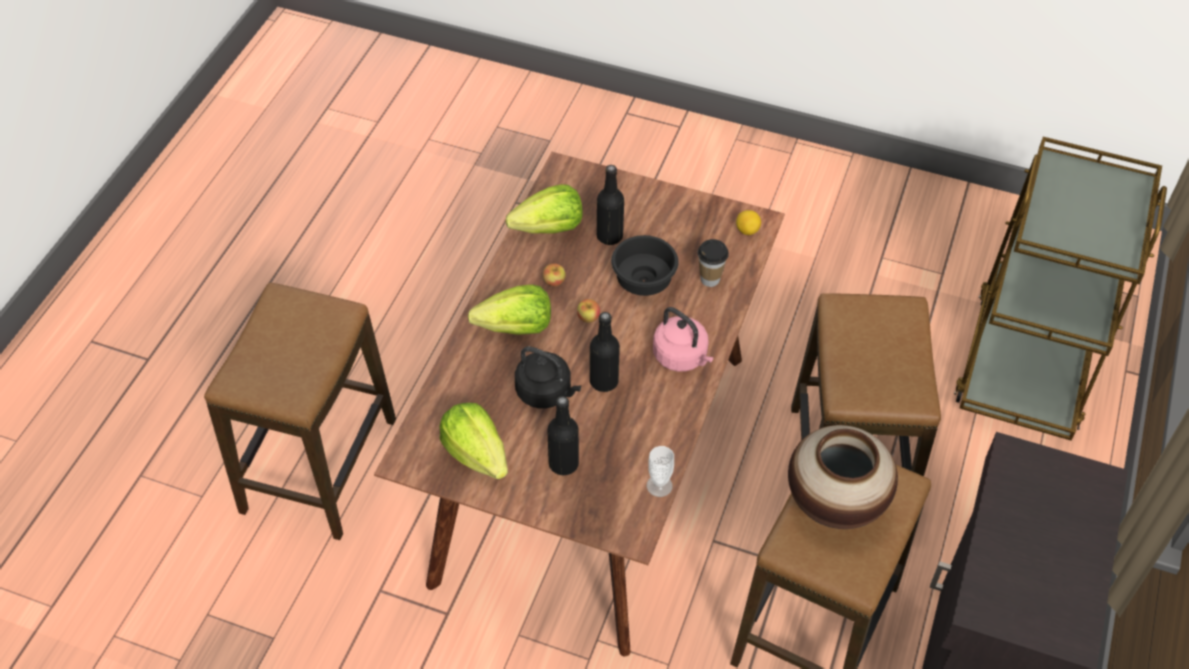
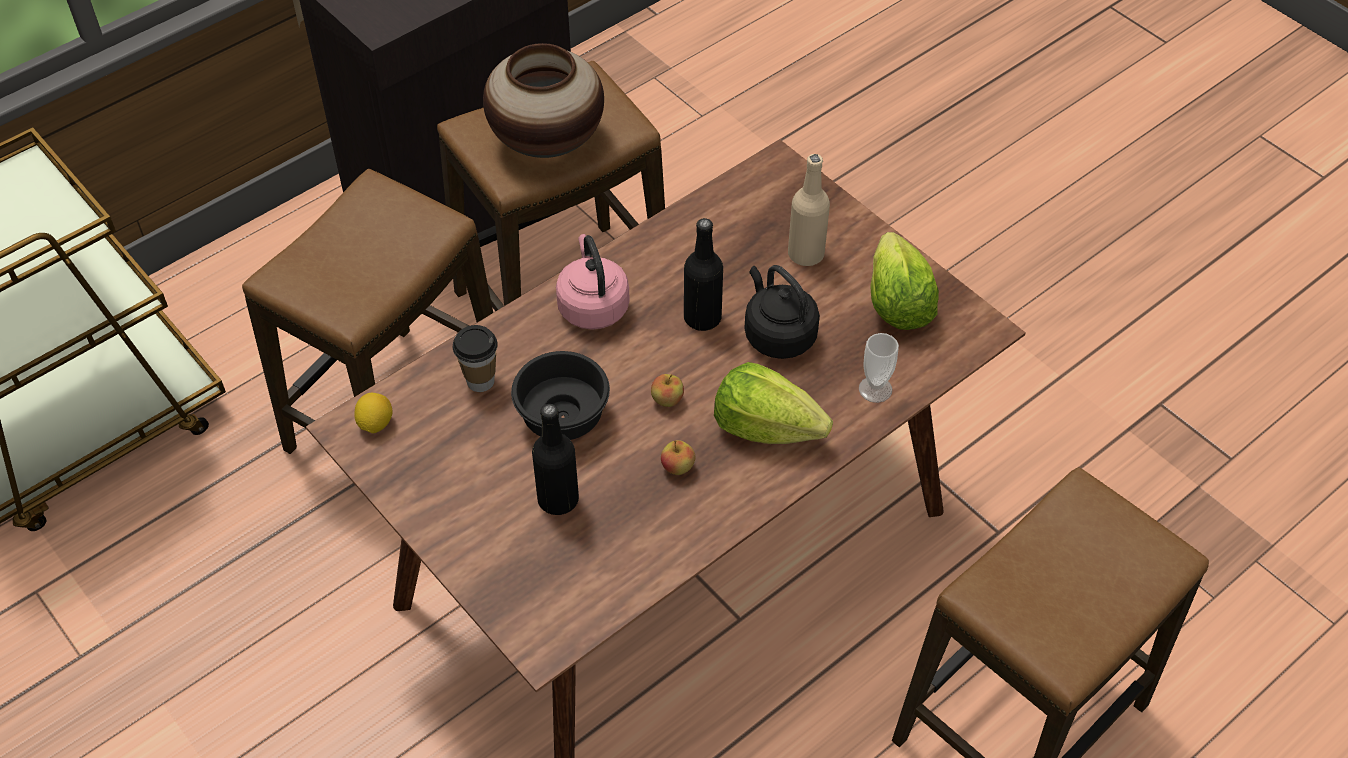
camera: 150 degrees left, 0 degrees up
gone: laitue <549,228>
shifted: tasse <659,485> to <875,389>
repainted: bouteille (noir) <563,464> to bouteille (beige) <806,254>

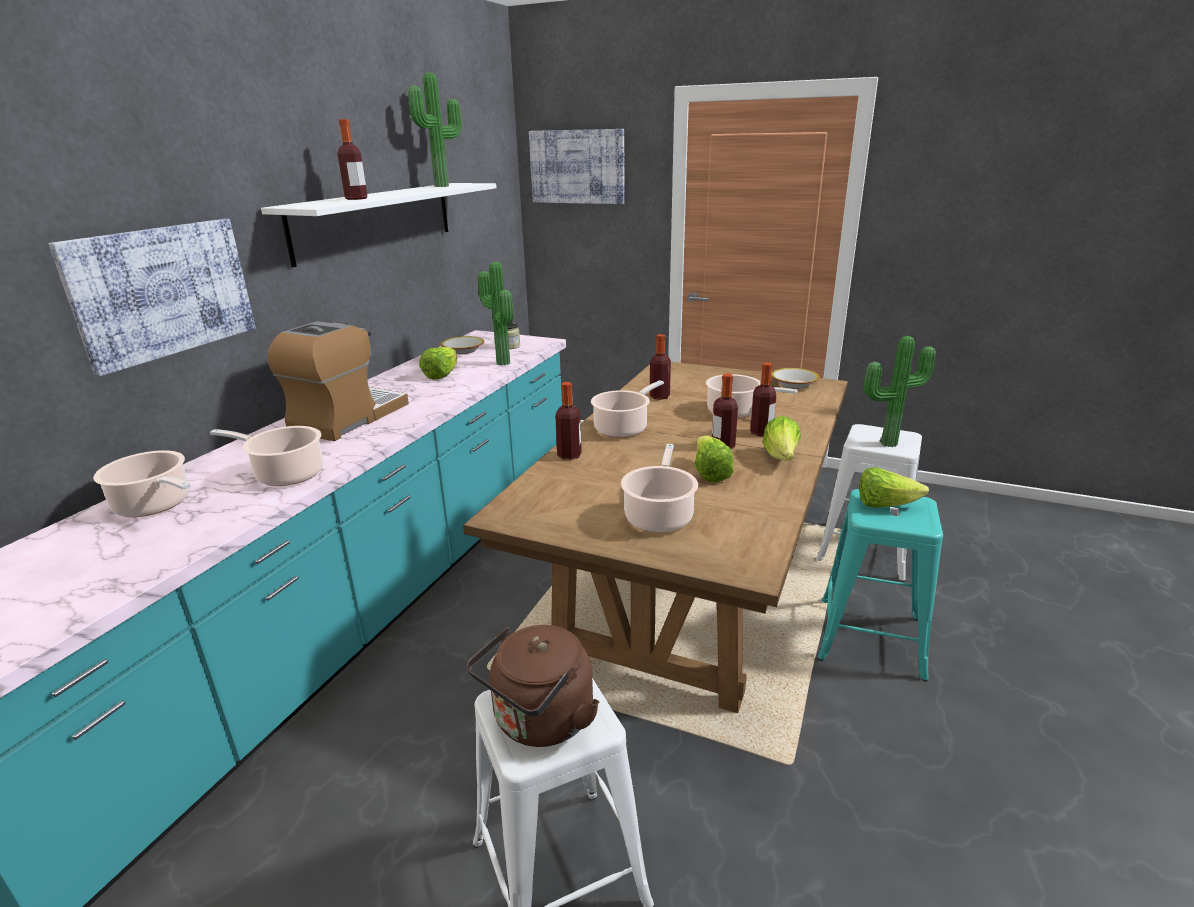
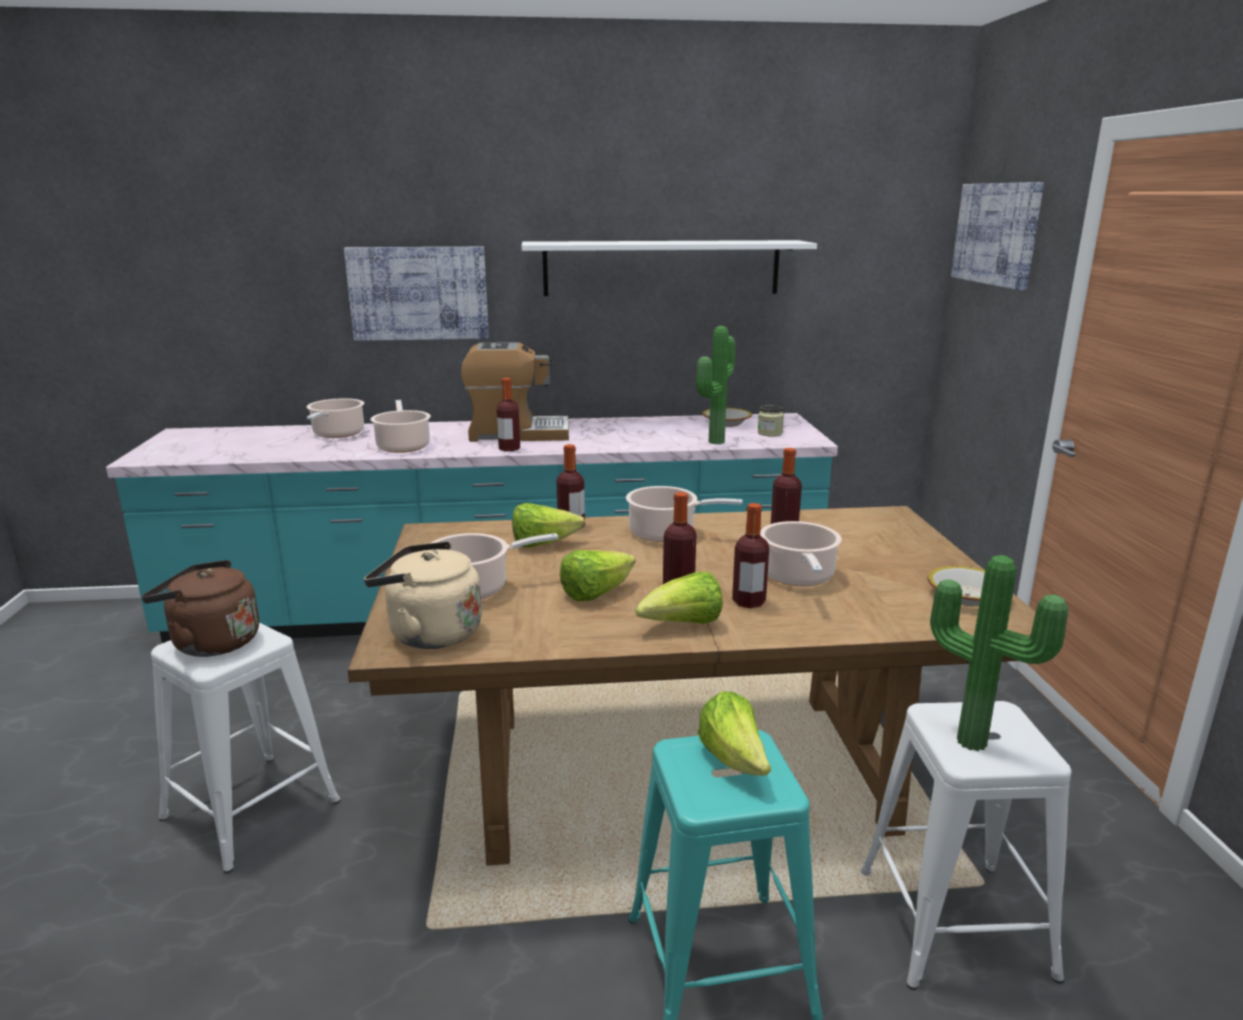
camera: 60 degrees right, 5 degrees down
gone: plante en pot <444,186>
new: bouilloire (beige) <429,633>
shifted: bouteille <356,198> to <509,448>; laitue <442,375> to <542,544>

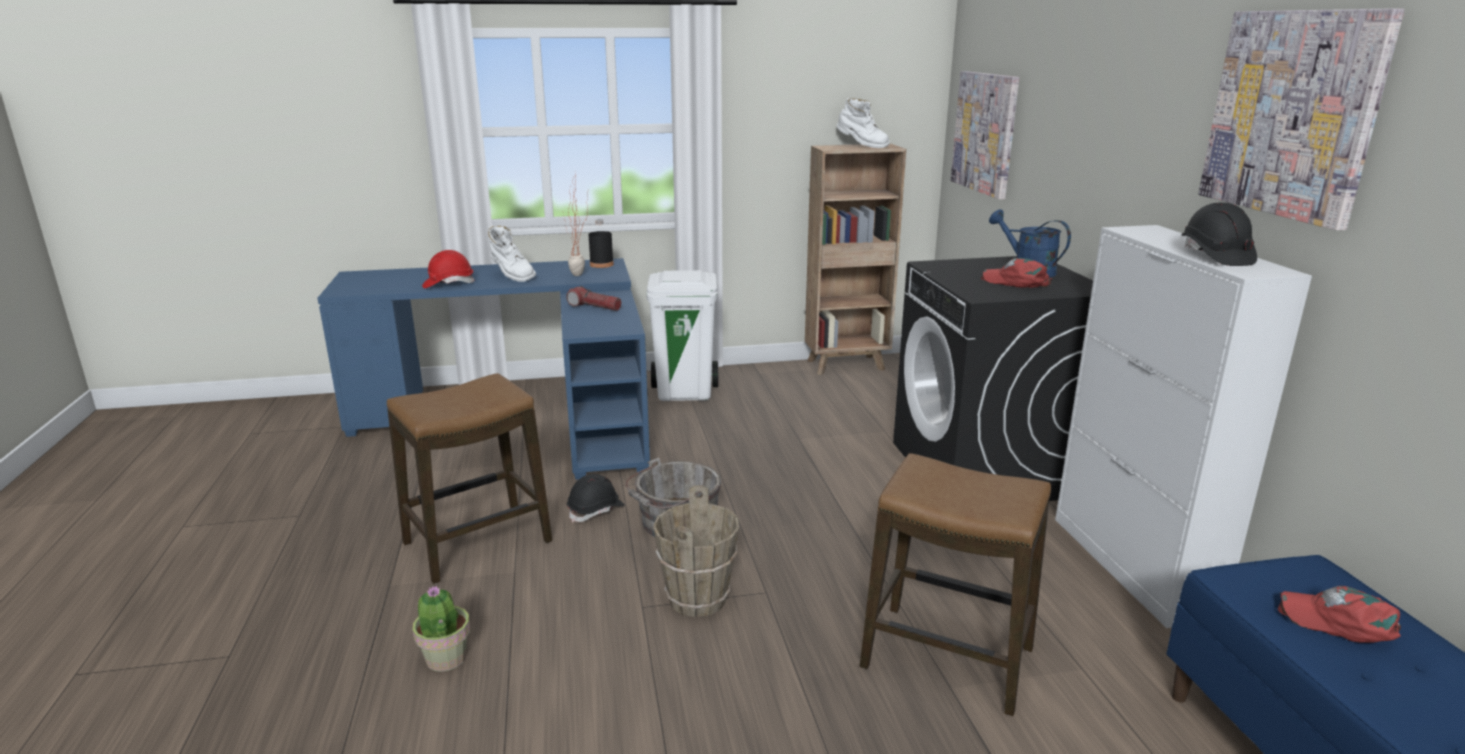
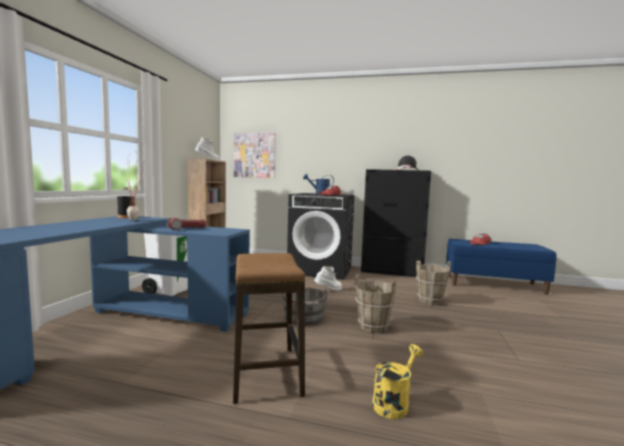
camera: 65 degrees left, 15 degrees down
gone: casque de chantier (rouge) <448,284>; casque de chantier (noir) <596,511>; tableau <1292,114>
shifted: botte (blanc) <511,276> to <328,290>
swapped: plante en pot <446,659> to arrosoir (jaune) <394,402>; tabouret <948,658> to seau (marron) <430,301>
repainted: meuble de rangement (blanc) <1132,566> to meuble de rangement (noir) <391,272>

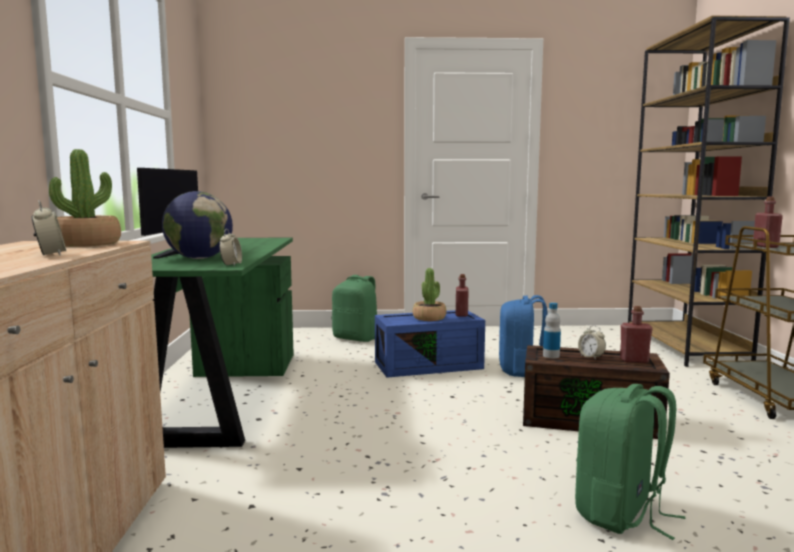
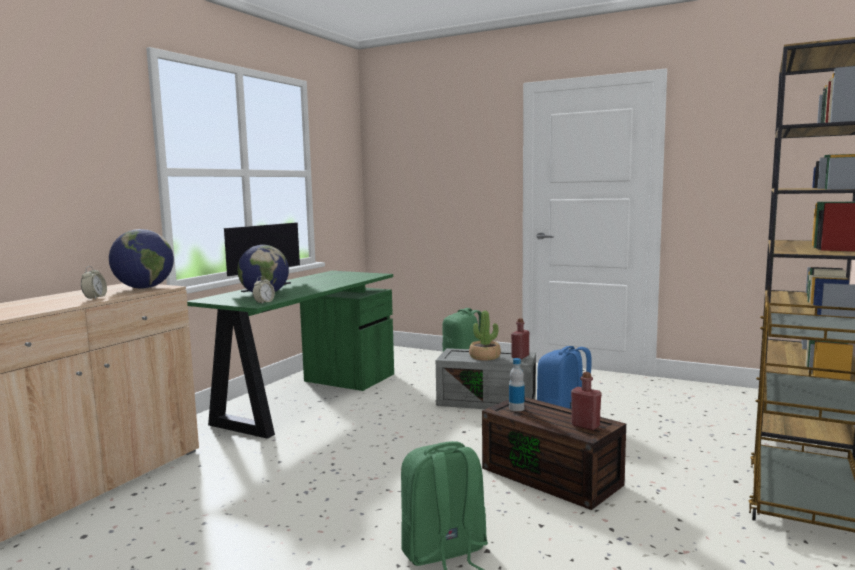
camera: 30 degrees right, 0 degrees up
gone: réveil <591,357>; bouteille (rouge) <765,246>
swapped: plante en pot <87,244> to globe <144,288>
repainted: boîte de rangement (bleu) <429,365> to boîte de rangement (gris) <488,400>

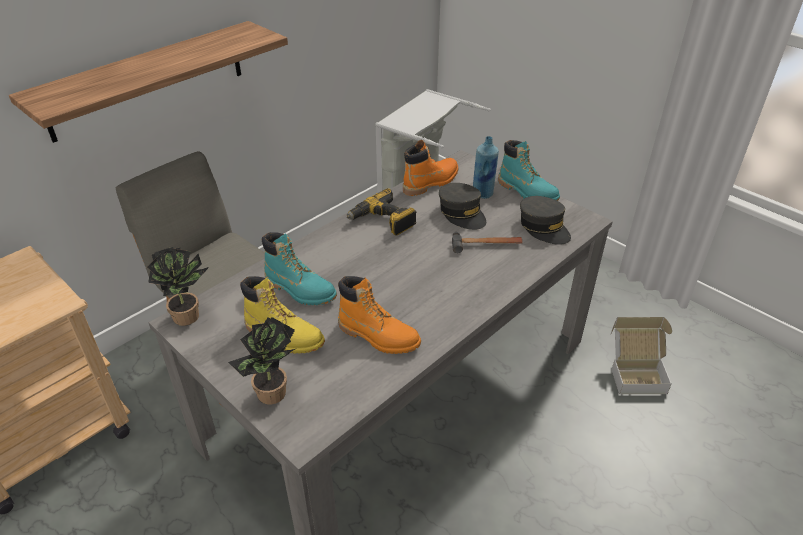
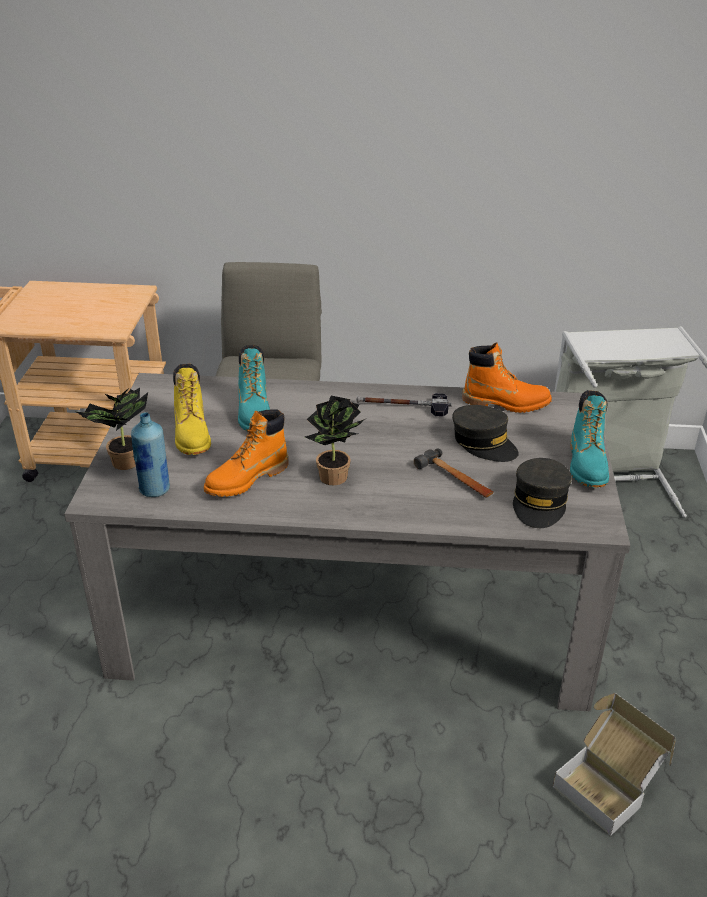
camera: 50 degrees right, 5 degrees down
gone: étagère <147,80>
shifted: bouteille (bleu) <483,194> to <155,489>; plante en pot <190,316> to <336,479>
swapped: perceuse <383,221> to marteau <403,407>
rotated: botte (orange) <378,336> = <247,479> 60 degrees clockwise; casquette (gris) <462,213> = <484,443> 60 degrees counterclockwise

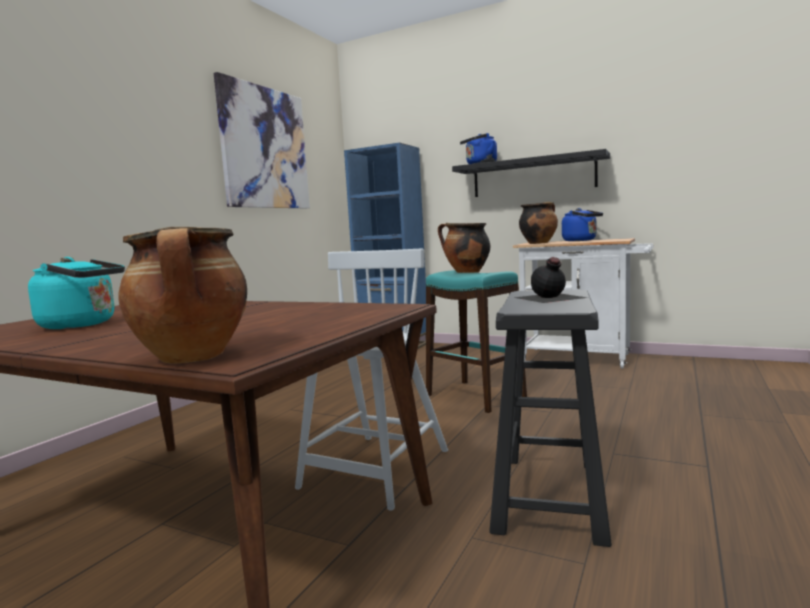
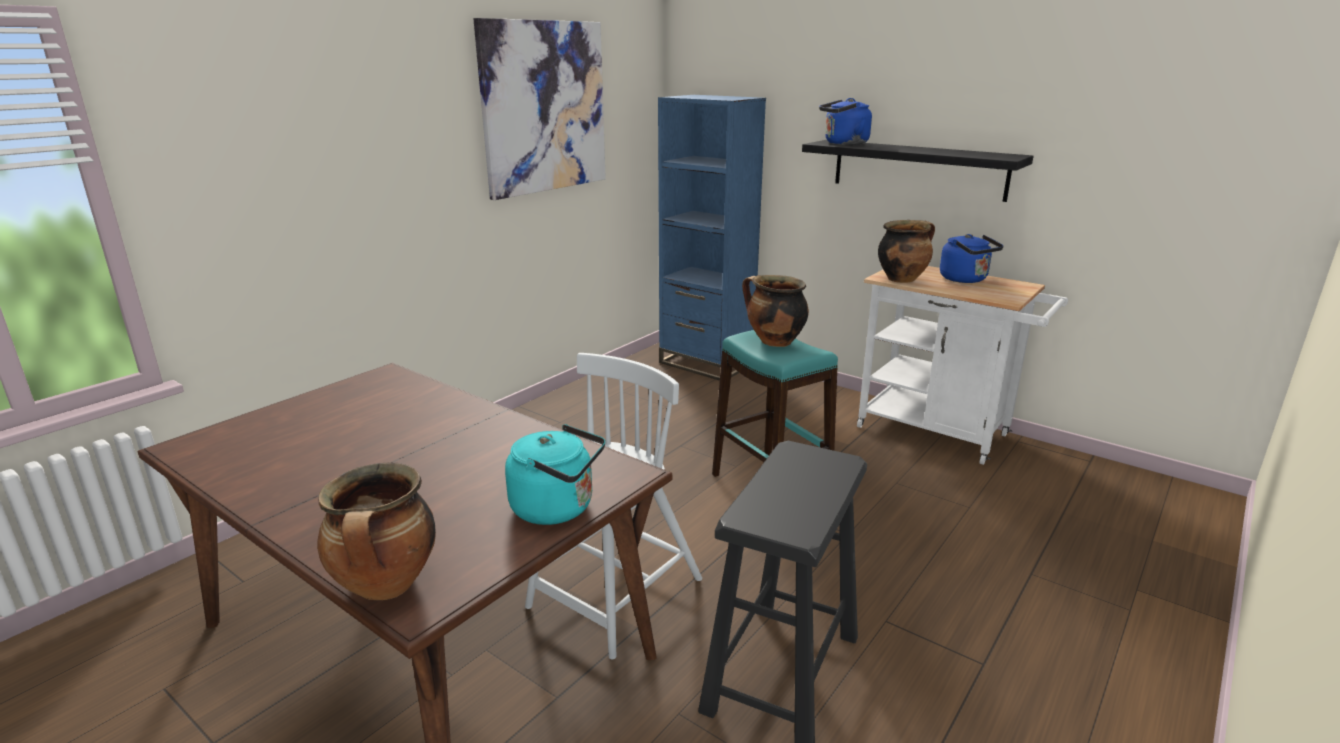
camera: 10 degrees right, 15 degrees up
gone: bouteille (noir) <549,297>
shifted: bouilloire (turquoise) <82,325> to <558,508>

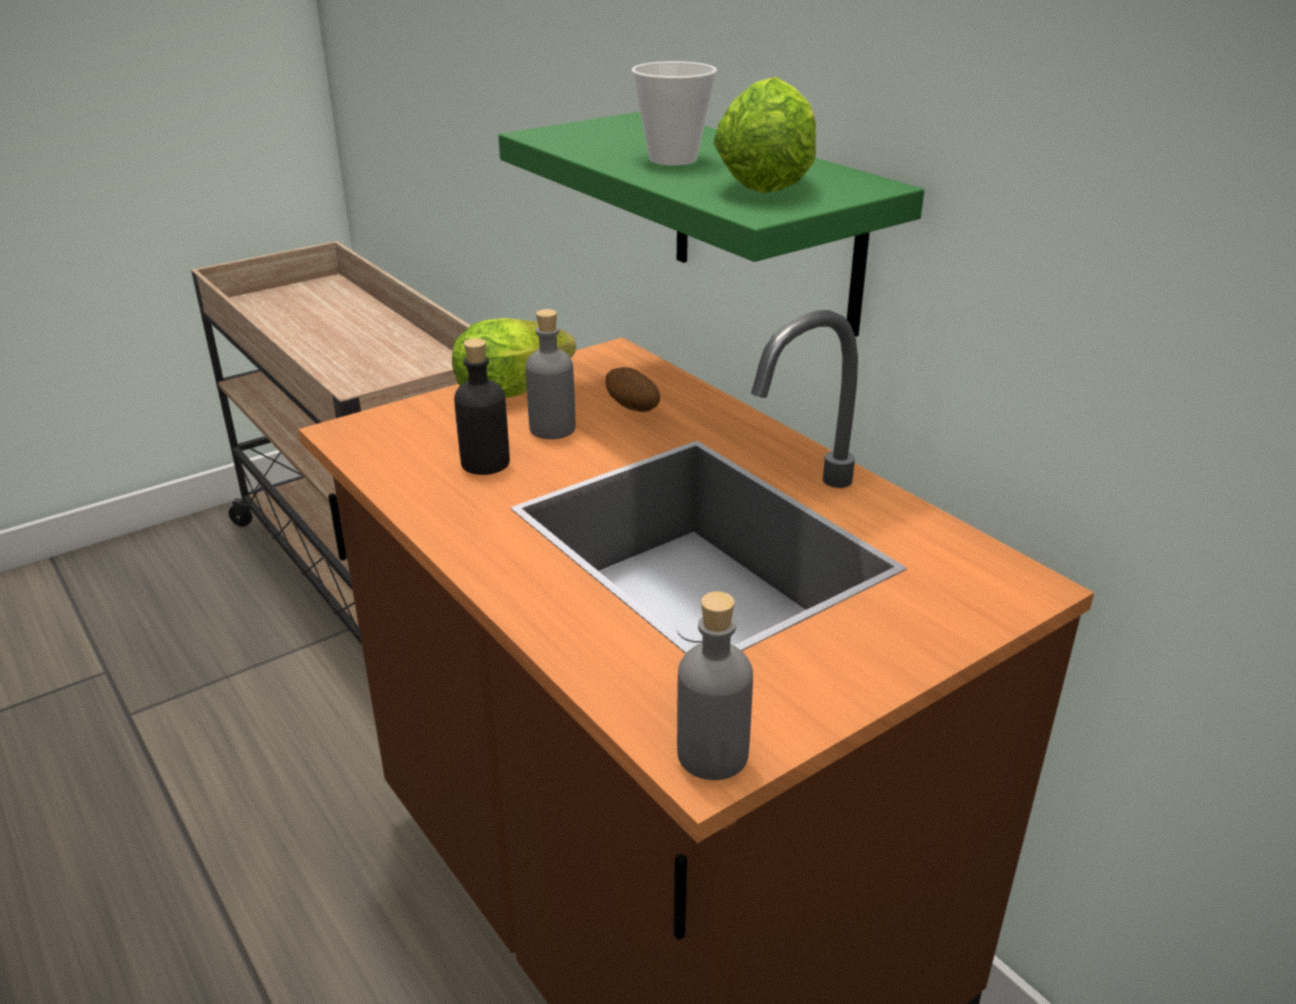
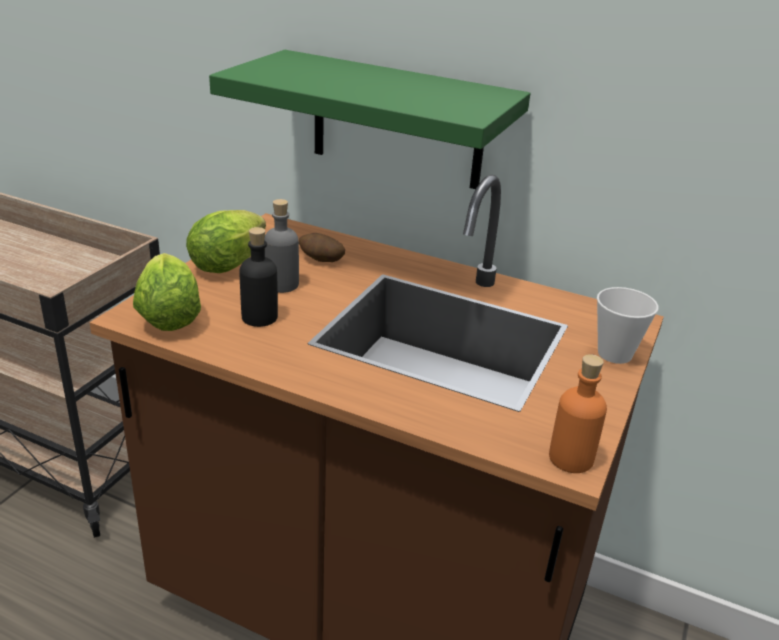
camera: 30 degrees left, 0 degrees up
shifted: laitue <767,181> to <169,314>; tasse <673,159> to <614,354>
repainted: bouteille (gris) <712,755> to bouteille (orange) <570,458>

